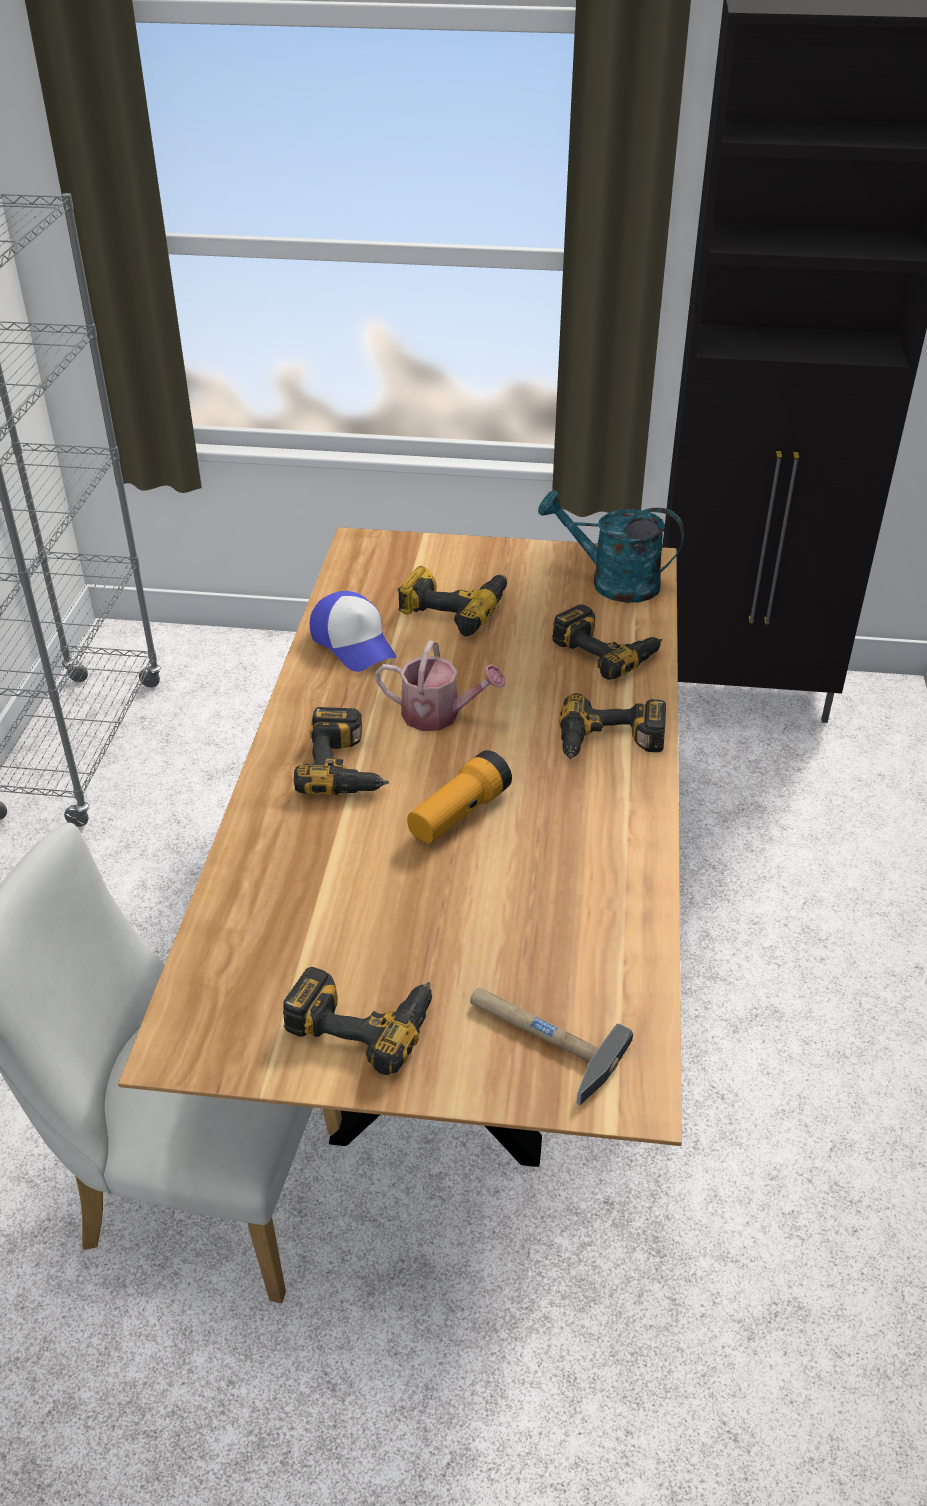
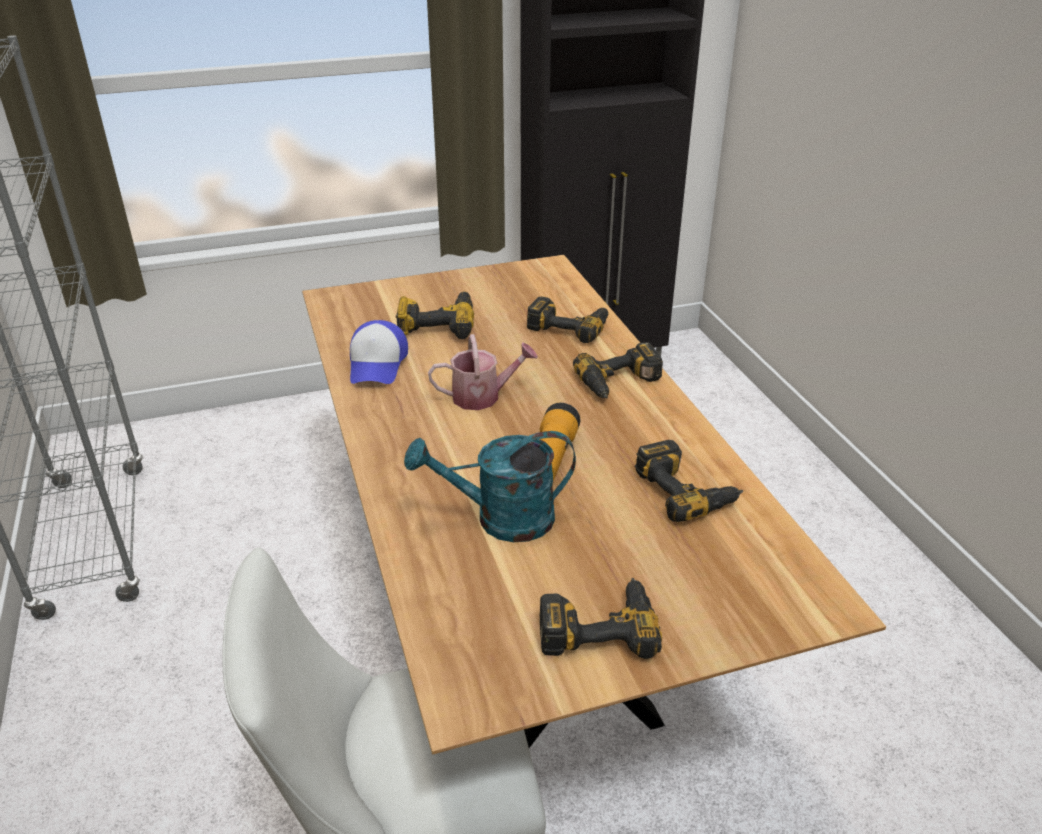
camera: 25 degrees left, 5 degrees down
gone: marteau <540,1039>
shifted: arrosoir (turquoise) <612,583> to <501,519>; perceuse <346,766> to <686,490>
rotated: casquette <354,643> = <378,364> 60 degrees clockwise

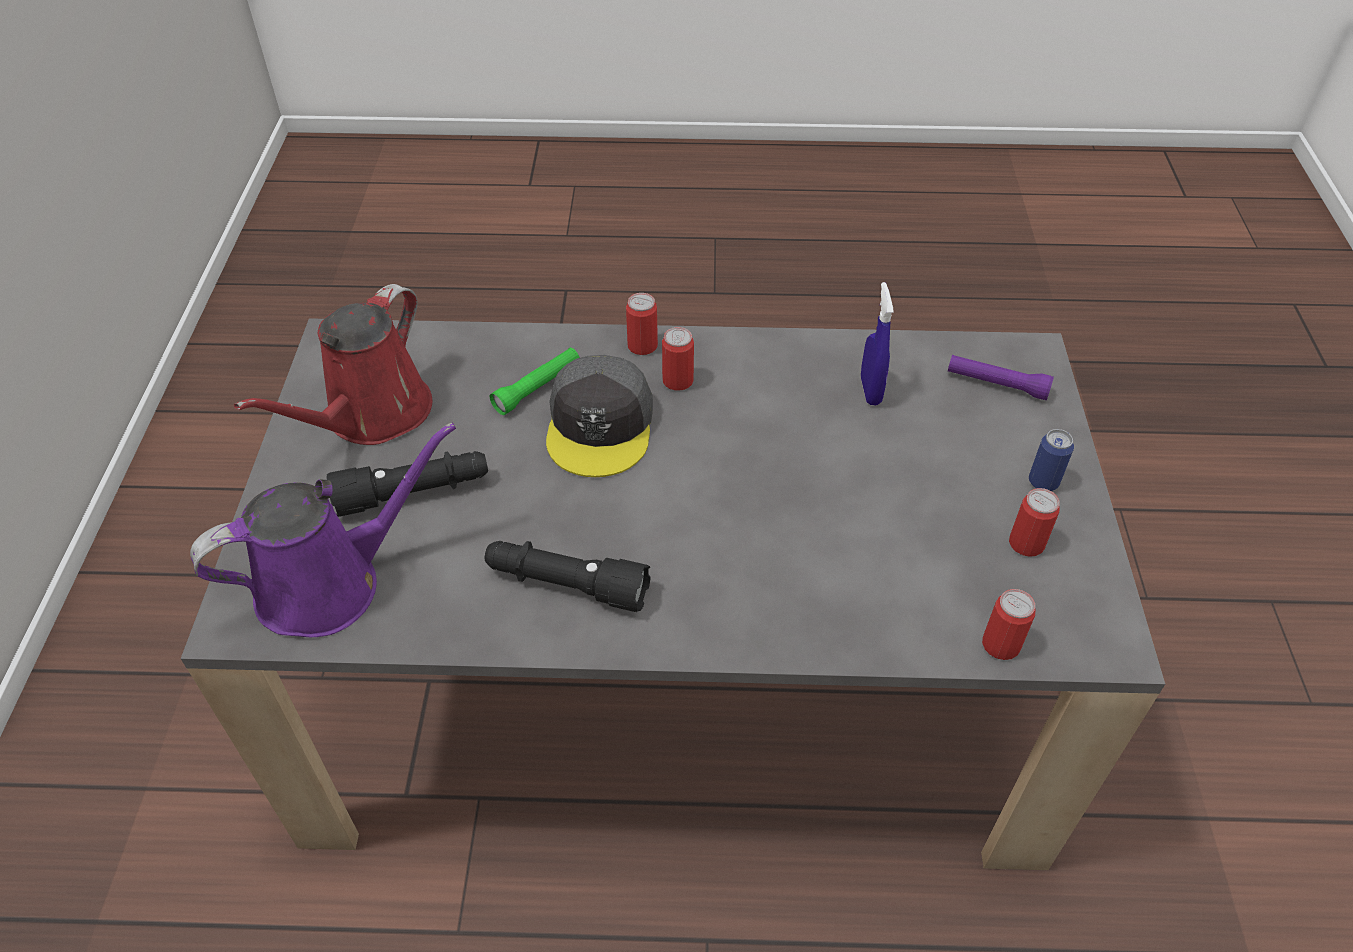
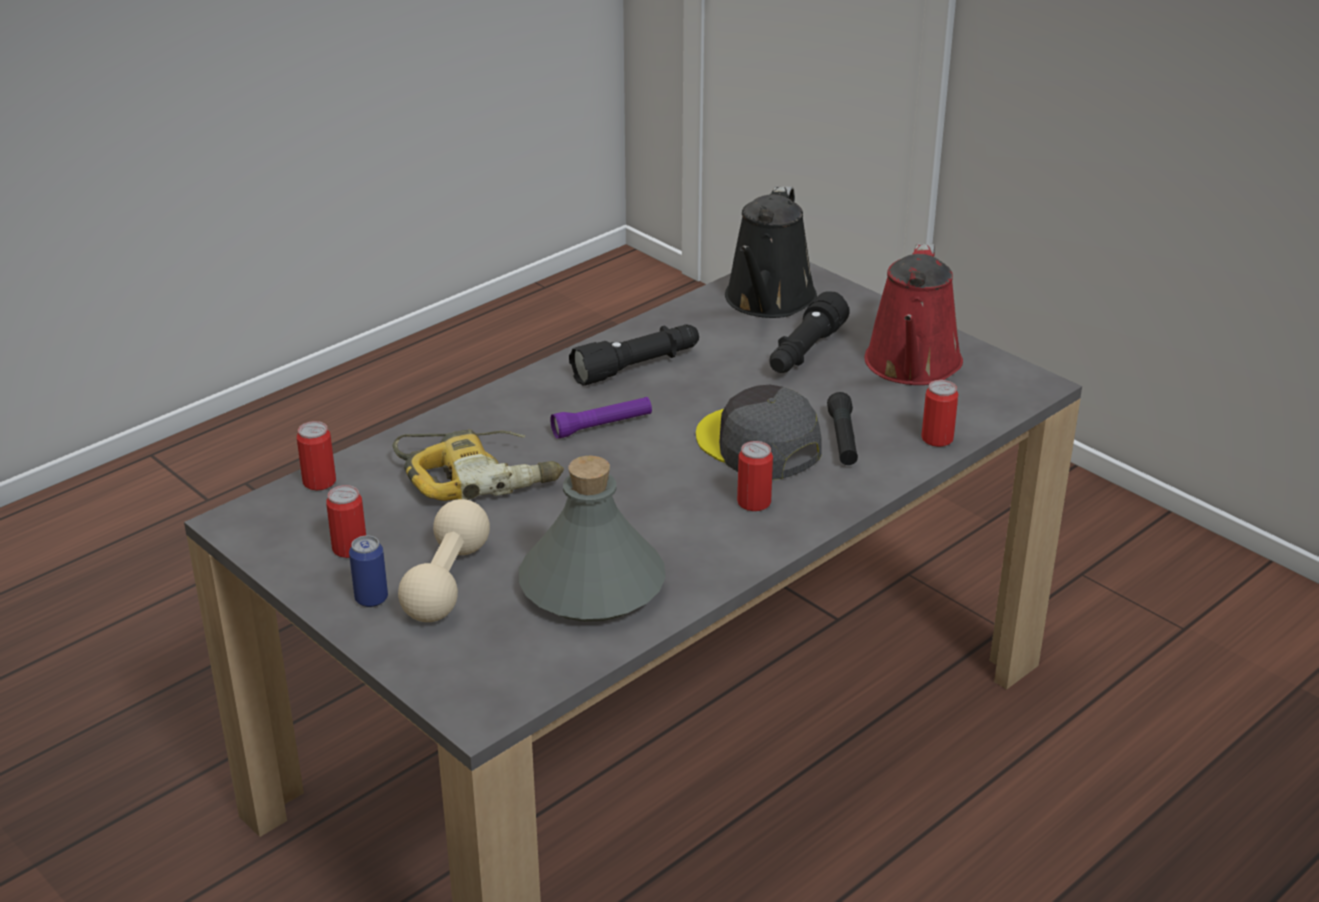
camera: 135 degrees right, 15 degrees down
new: perceuse <479,476>; haltère (beige) <447,581>
shifted: lampe de poche (violet) <996,384> to <602,426>; boîte métallique <642,346> to <937,439>
swapped: vaporisateur (bleu) <870,391> to bouteille (gris) <592,586>
repainted: arrosoir (violet) <330,583> to arrosoir (noir) <768,301>; lampe de poche (vert) <537,388> to lampe de poche (noir) <843,439>
rotated: arrosoir (rouge) <371,416> = <912,366> 150 degrees counterclockwise

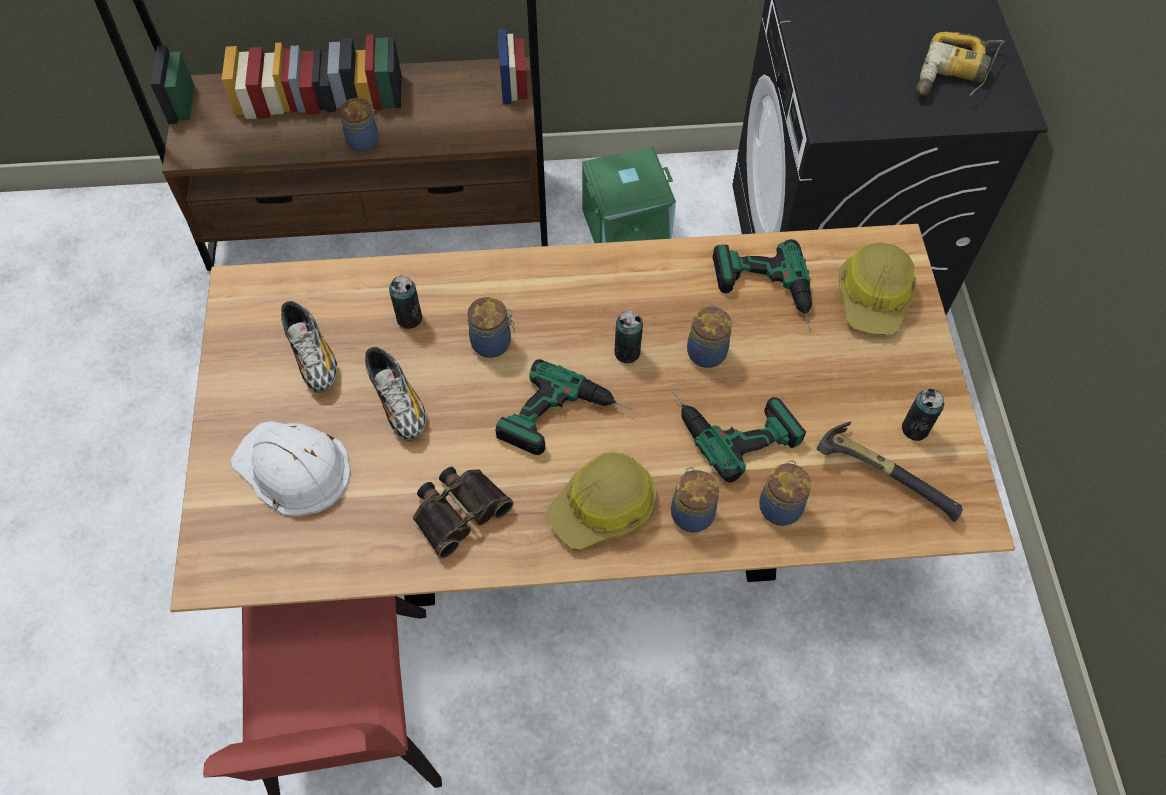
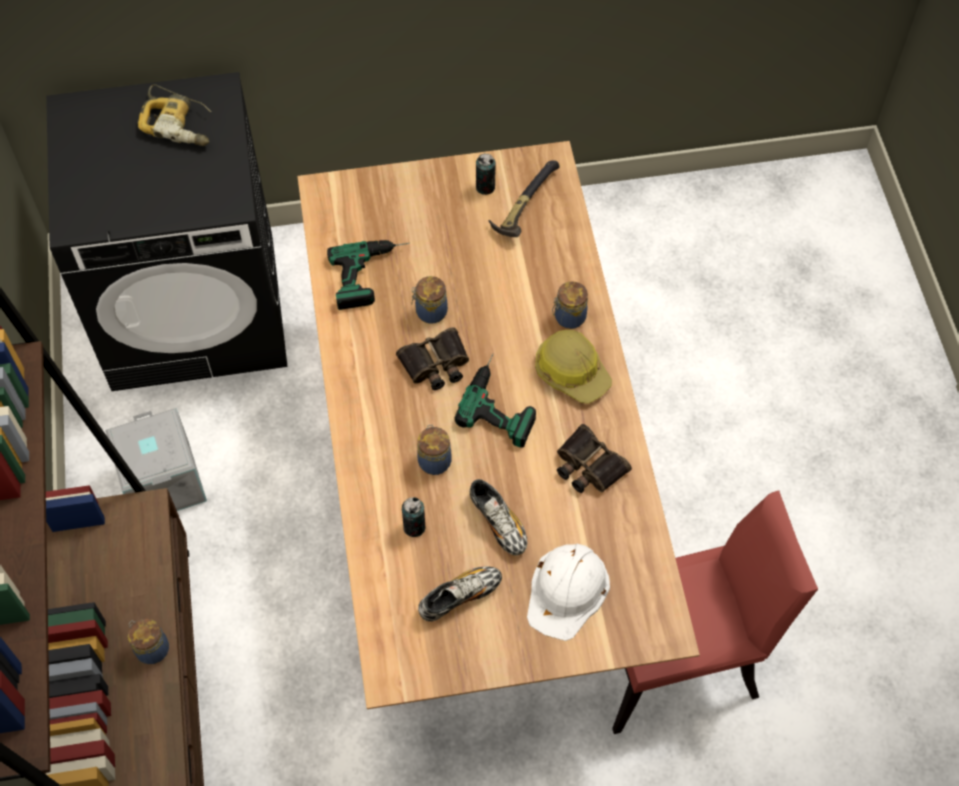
camera: 95 degrees left, 0 degrees up
gone: perceuse <731,422>; bocal <780,505>; casque de chantier <874,297>
swapped: boîte métallique <627,352> to jumelles <436,365>
repainted: boîte de rangement (vert) <626,227> to boîte de rangement (gris) <161,482>
rotated: chaussure <398,402> = <498,523> 90 degrees clockwise

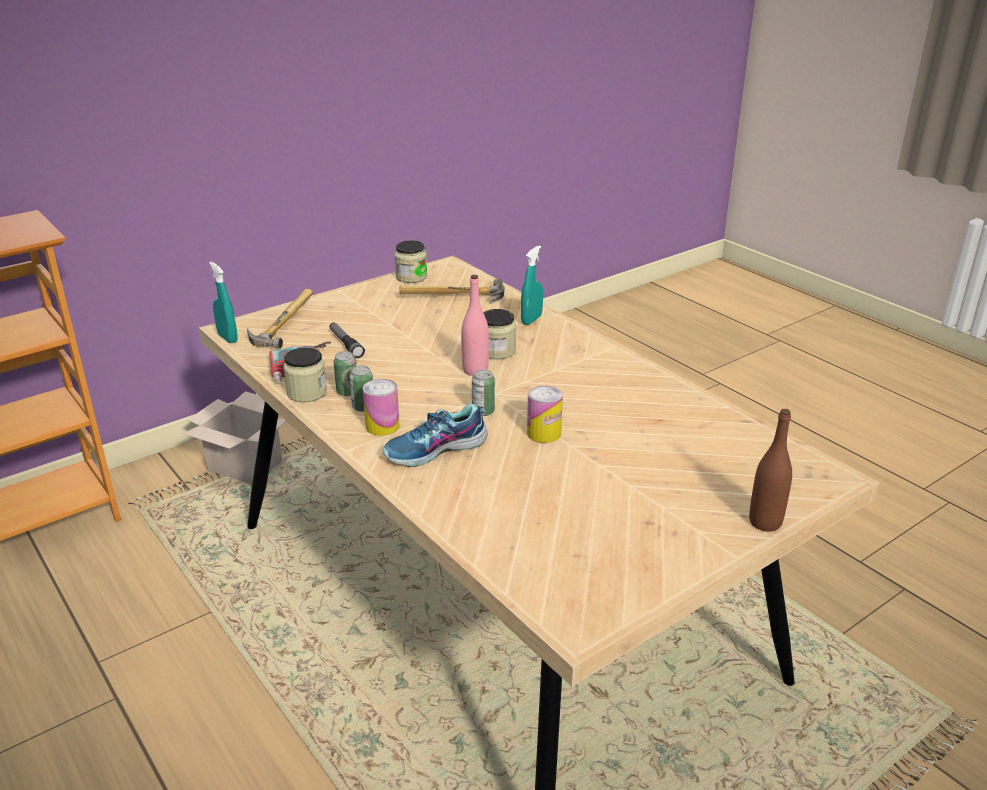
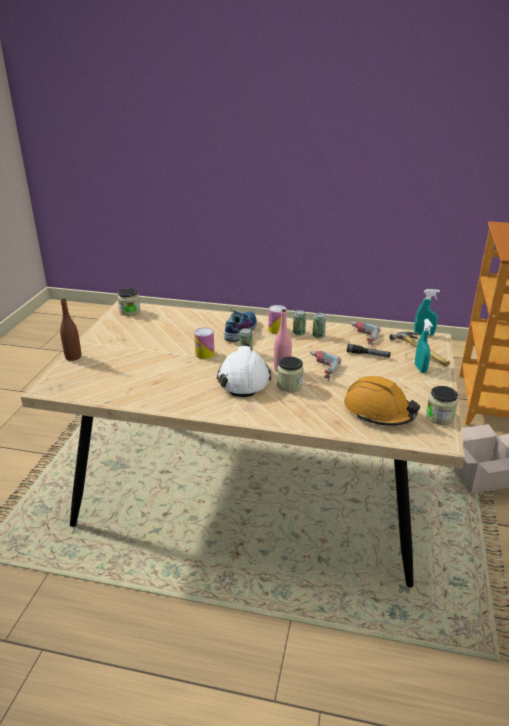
camera: 140 degrees right, 0 degrees up
new: casque de chantier (blanc) <244,379>; perceuse <319,368>
shifted: bocal <307,392> to <130,311>; vaporisateur (turquoise) <531,320> to <420,368>
swapped: marteau <453,298> to casque de chantier (orange) <379,411>

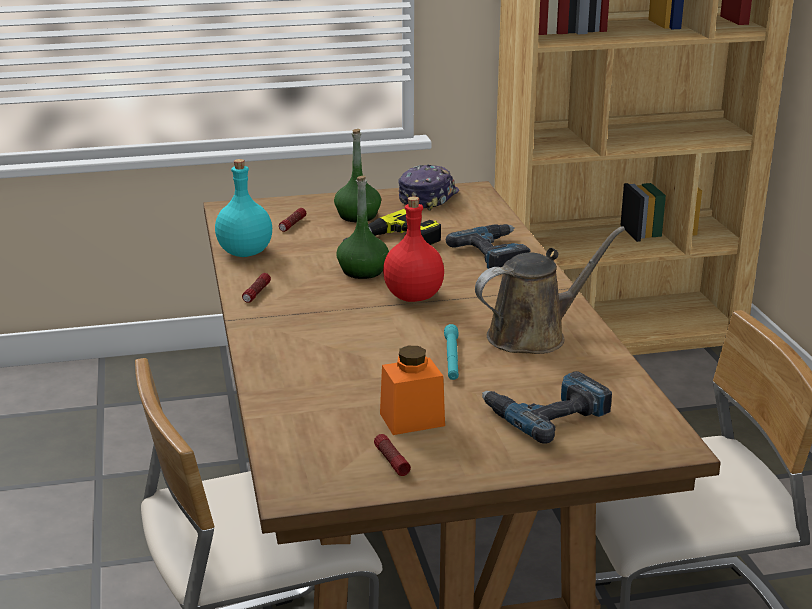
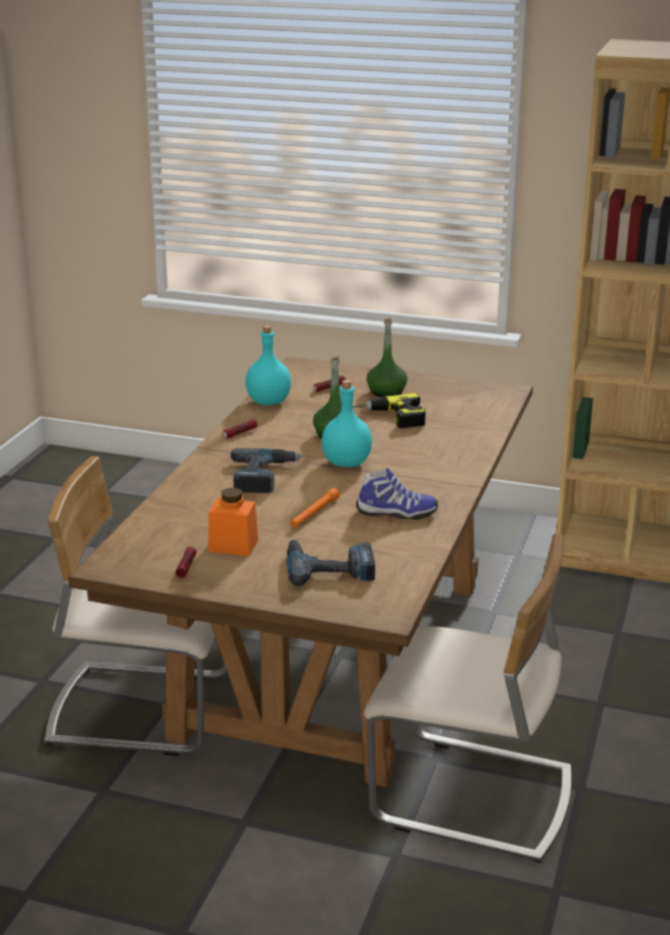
camera: 30 degrees right, 0 degrees up
gone: casquette <428,198>
shifted: perceuse <496,254> to <264,476>
swapped: arrosoir (marron) <533,335> to chaussure <396,513>
repainted: lampe de poche (turquoise) <452,358> to lampe de poche (orange) <314,513>; bouteille (rouge) <412,297> to bouteille (turquoise) <345,463>

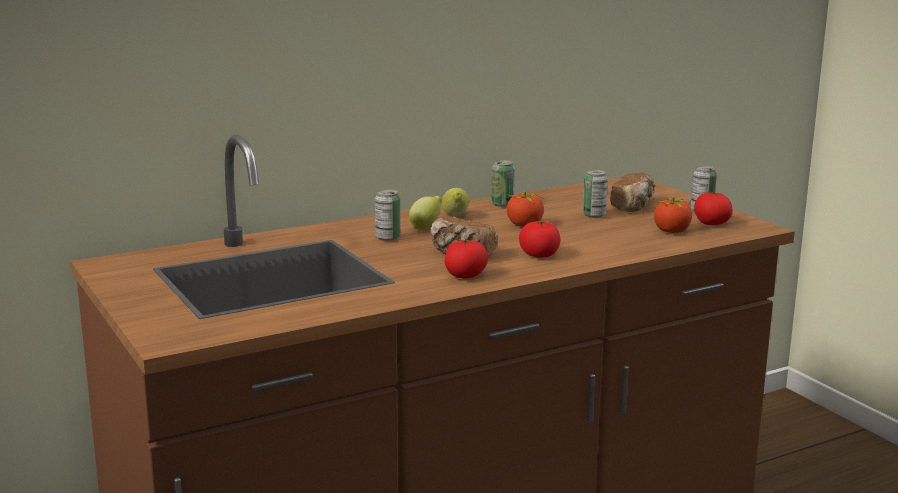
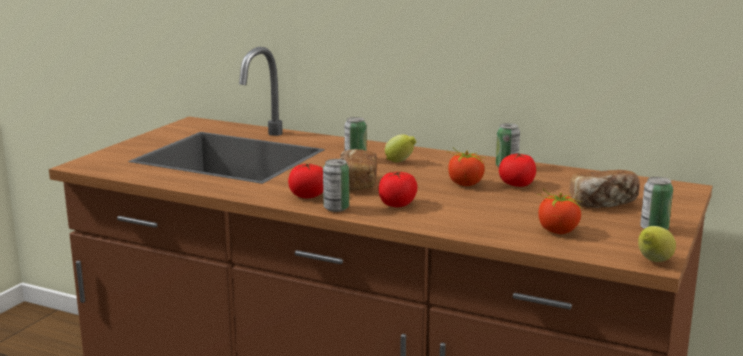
camera: 55 degrees right, 0 degrees up
shifted: boîte métallique <594,215> to <336,208>; tomate <711,223> to <517,185>; citron <455,217> to <653,262>

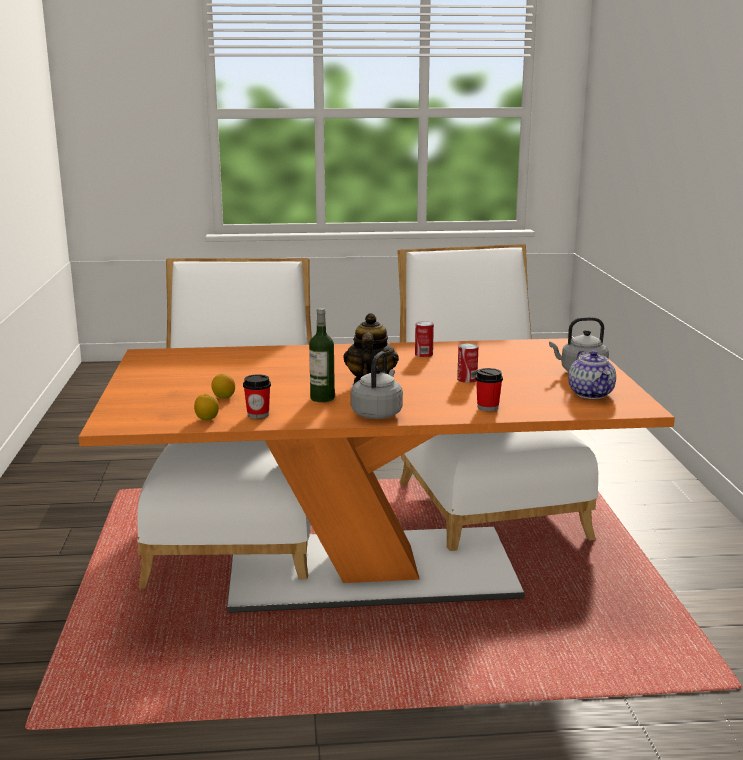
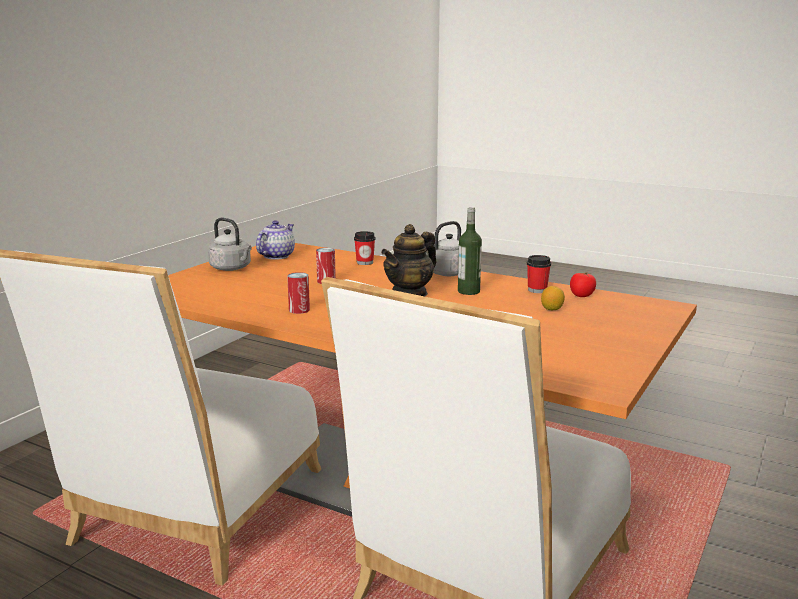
camera: 145 degrees left, 0 degrees up
swapped: citron <207,419> to tomate <581,295>

